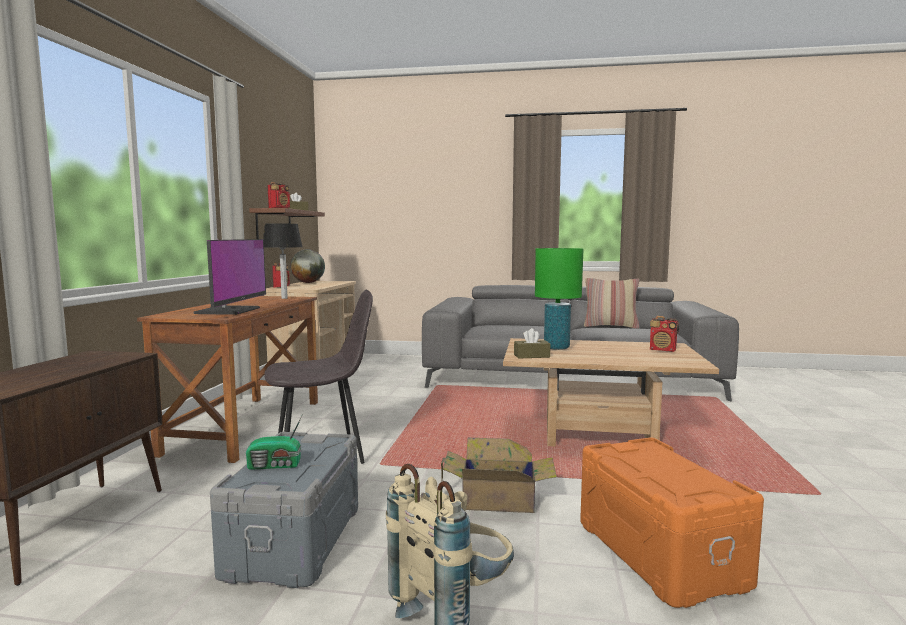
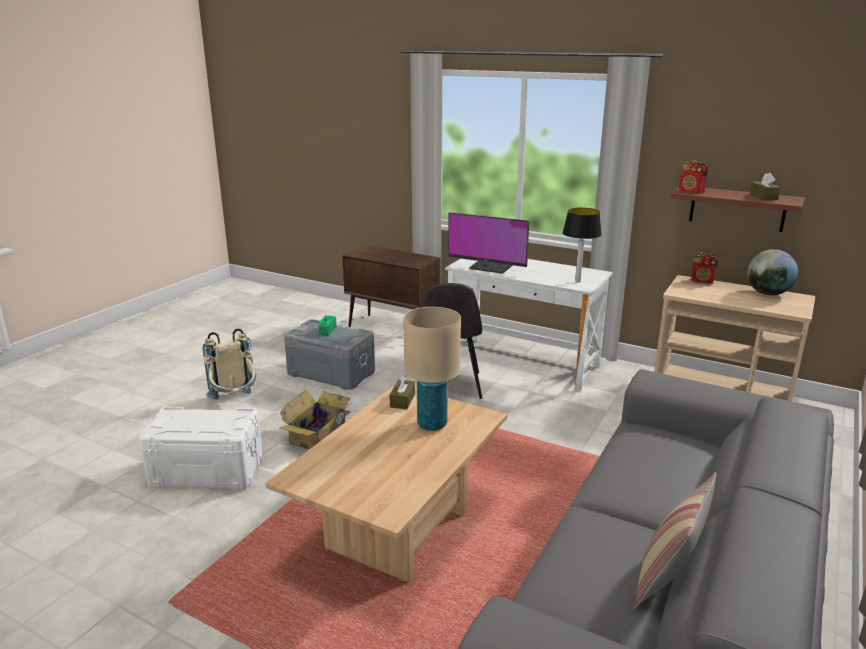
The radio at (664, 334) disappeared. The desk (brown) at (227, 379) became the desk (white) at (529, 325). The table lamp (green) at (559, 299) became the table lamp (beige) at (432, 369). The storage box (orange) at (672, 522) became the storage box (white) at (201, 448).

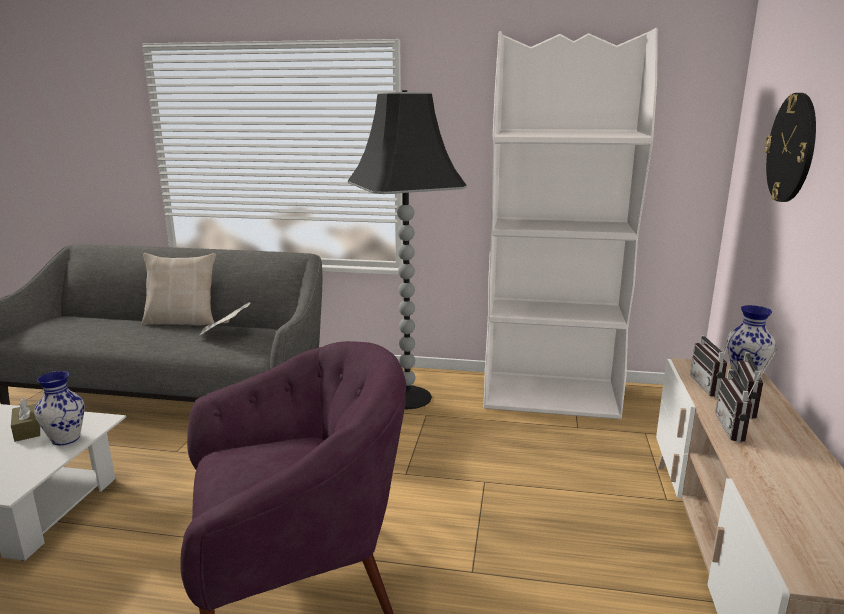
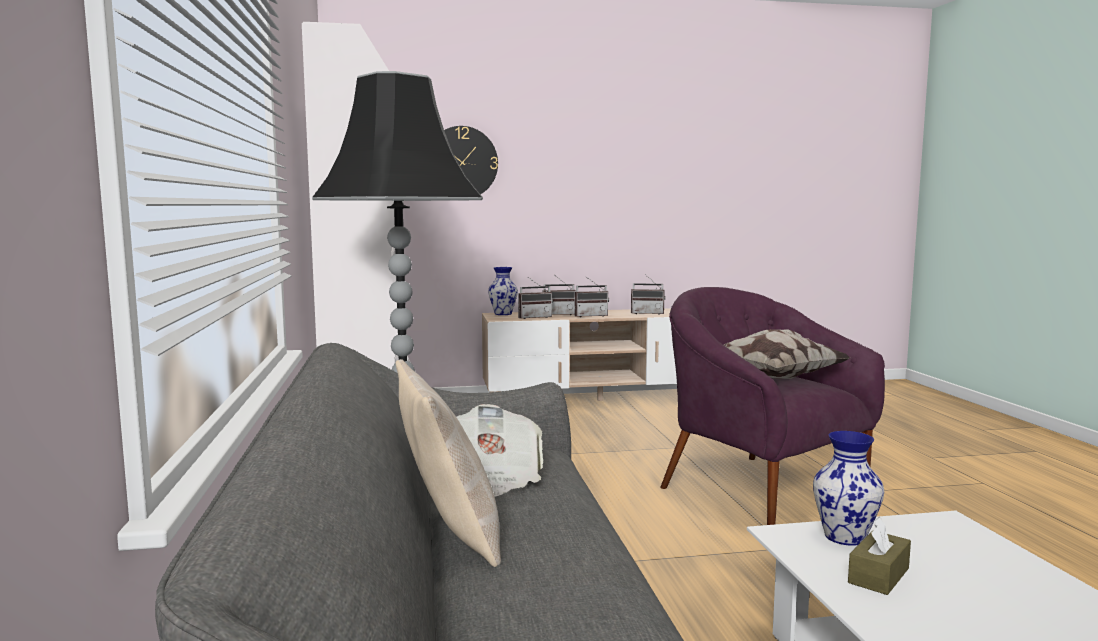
The radio at (648, 294) appeared. The pillow at (787, 354) appeared.

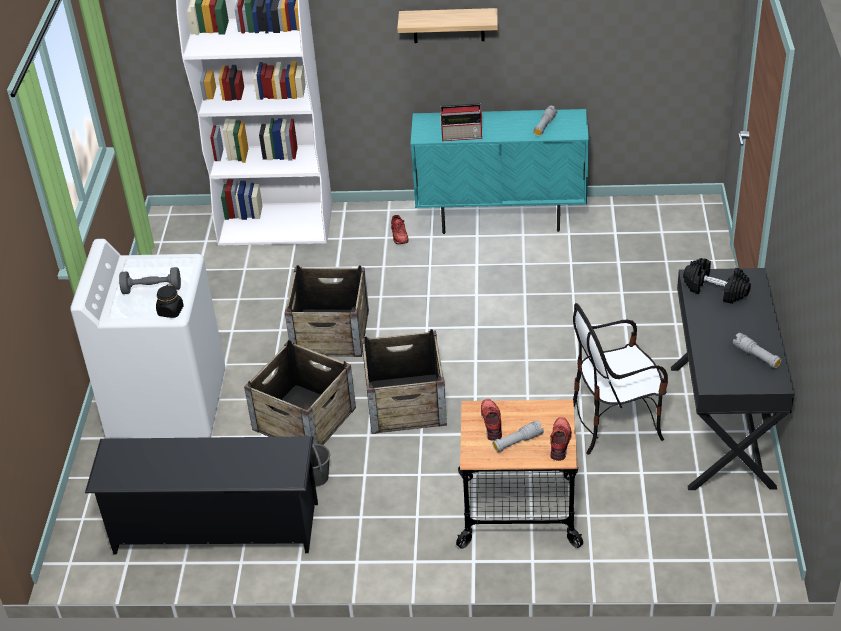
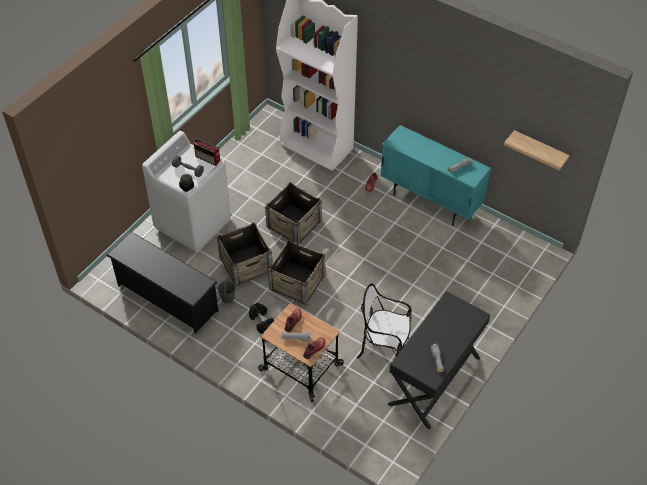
The shelf moved from (447, 25) to (537, 150). The radio moved from (462, 122) to (207, 152). The dumbbell (black) moved from (717, 281) to (261, 318).

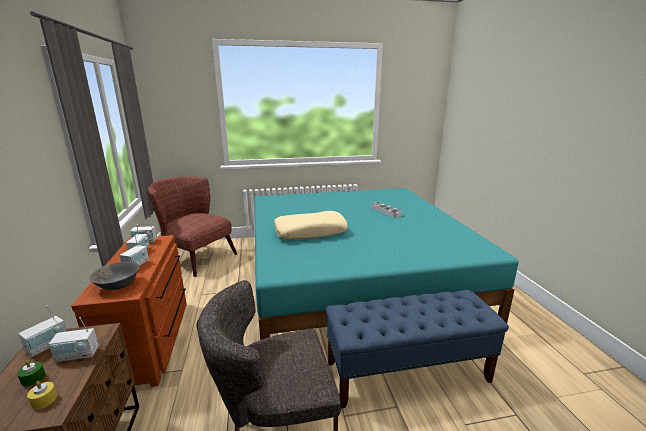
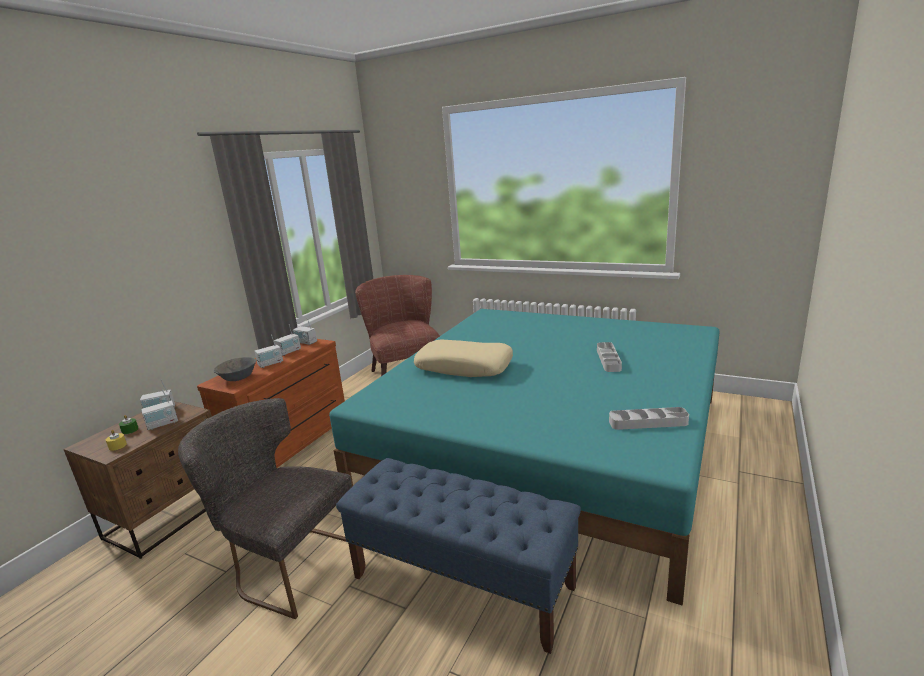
The tray (grey) at (649, 418) appeared. The radio at (74, 339) turned 60 degrees counterclockwise.

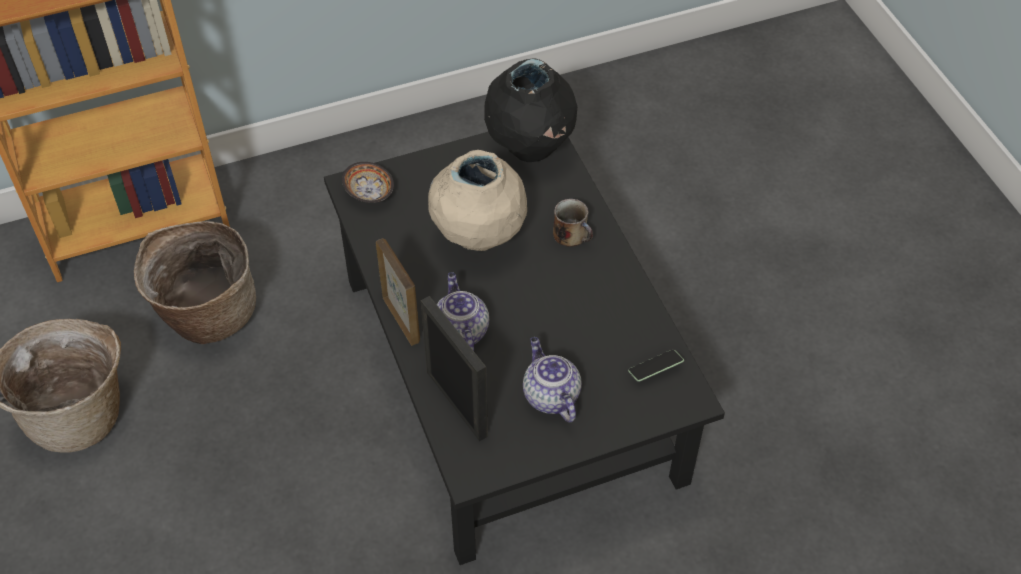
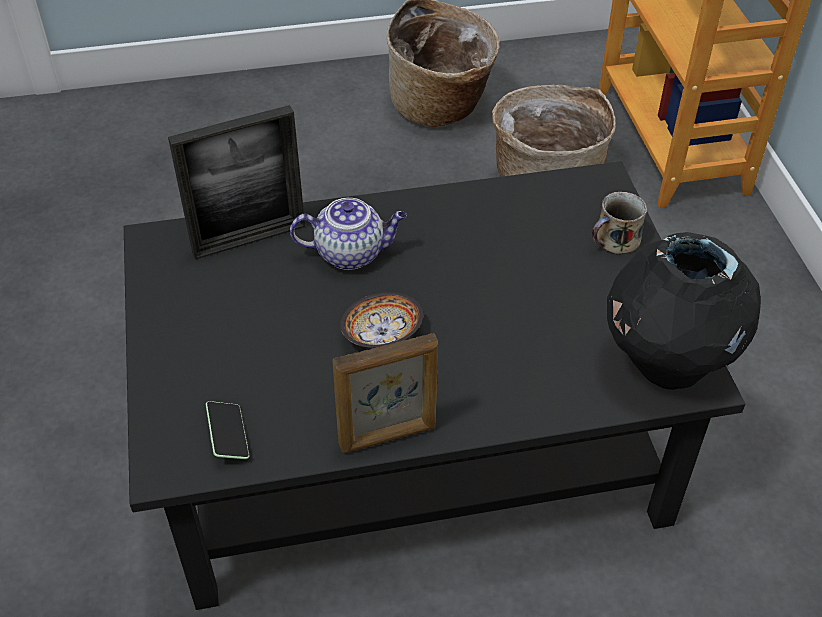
The vase (beige) at (477, 200) disappeared. The teapot at (552, 379) disappeared. The bowl moved from (368, 182) to (381, 320). The picture frame moved from (398, 292) to (385, 393). The mug moved from (573, 223) to (619, 223).

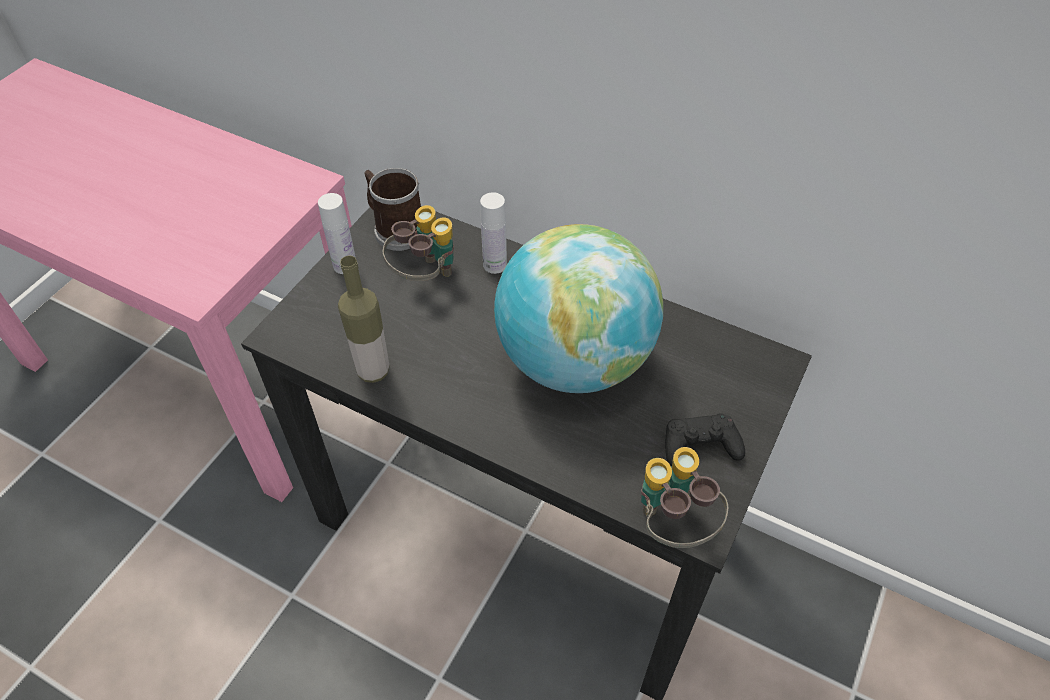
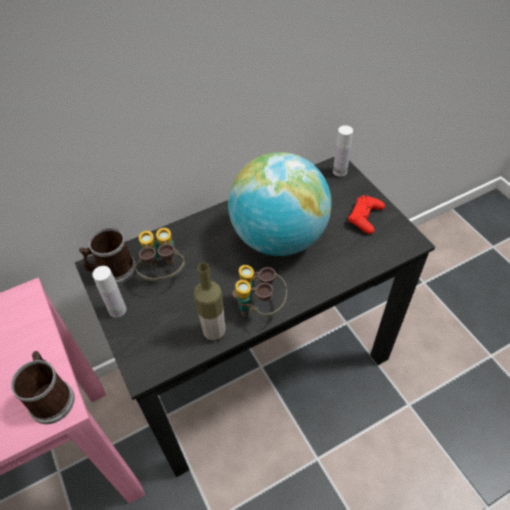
The mug at (43, 387) appeared. The bottle (white) moved from (493, 233) to (343, 151). The binoculars moved from (684, 497) to (259, 291). The game controller (black) at (705, 439) became the game controller (red) at (366, 214).

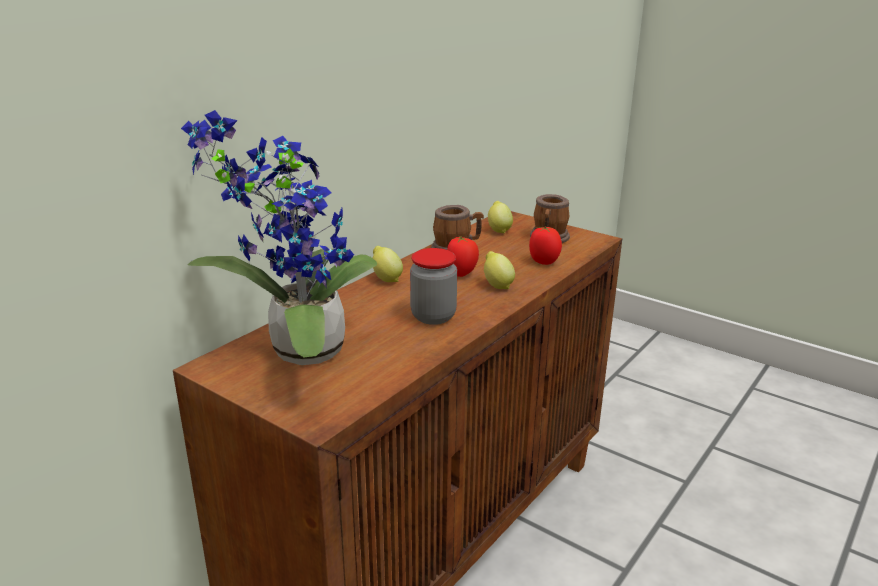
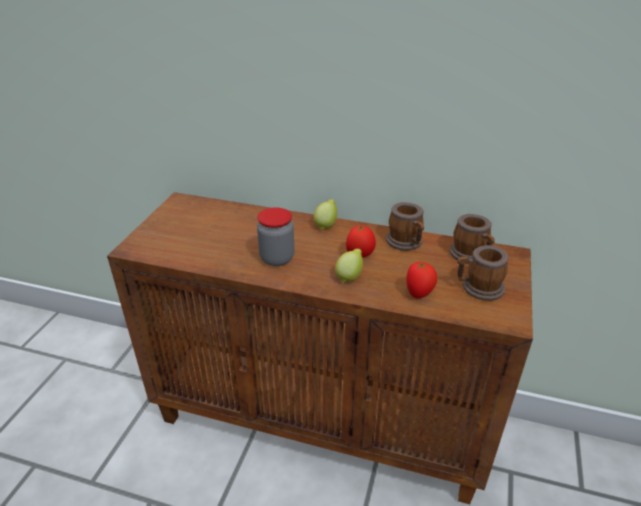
The potted plant at (279, 237) disappeared. The lemon at (500, 217) was replaced by the mug at (472, 239).

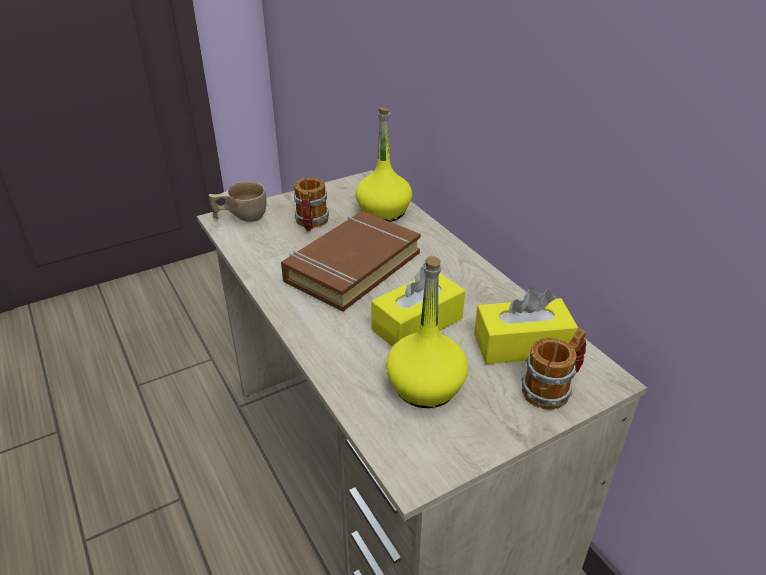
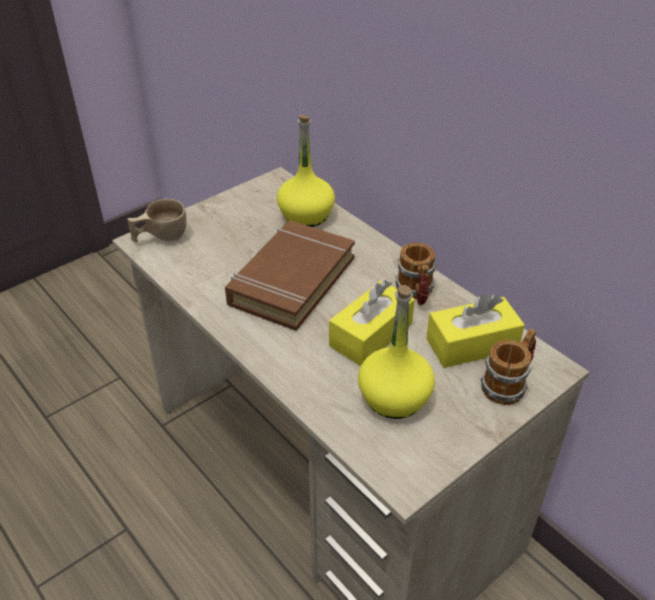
The mug moved from (311, 205) to (416, 274).

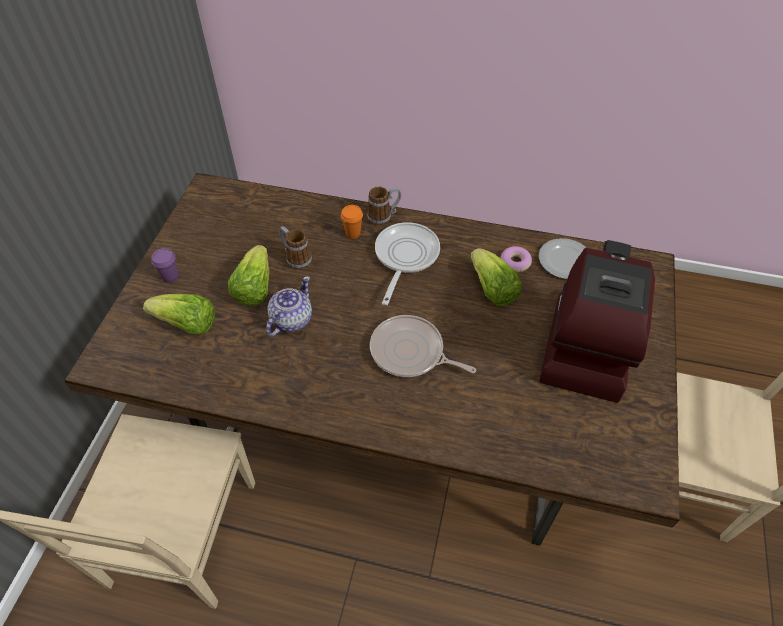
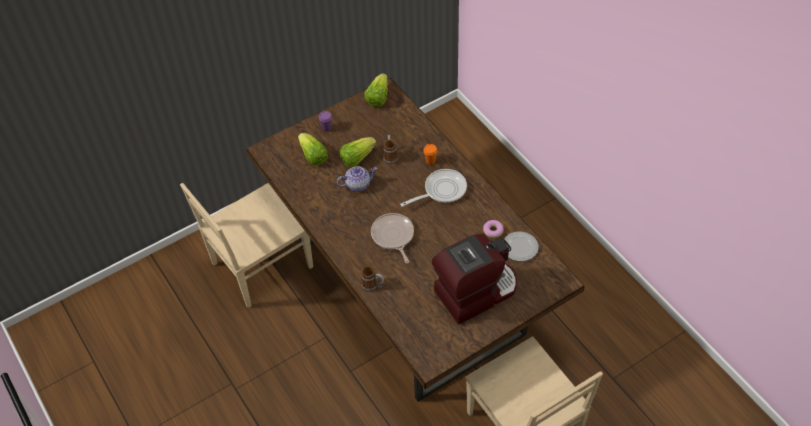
The mug moved from (384, 205) to (372, 279). The lettuce moved from (496, 277) to (376, 90).

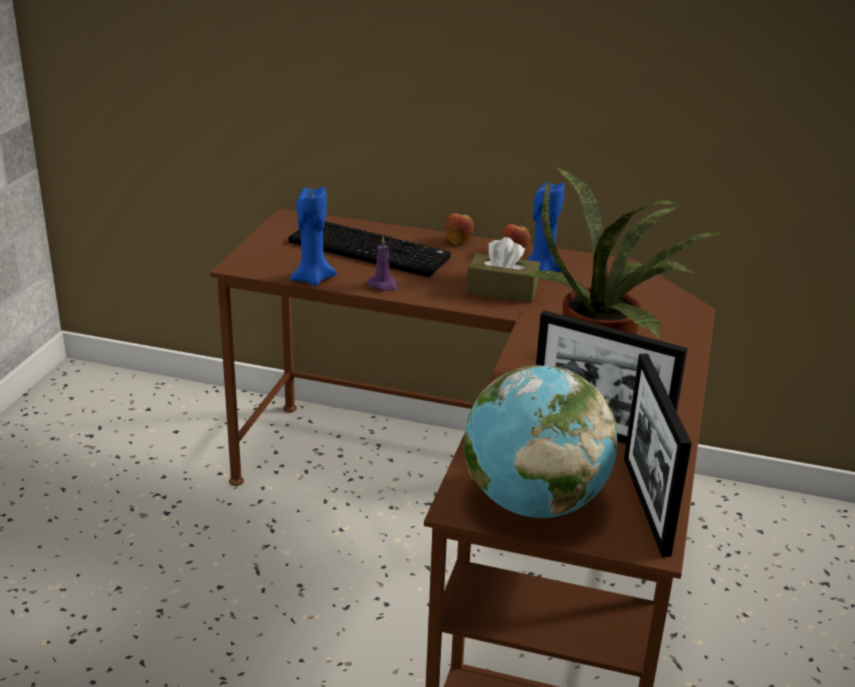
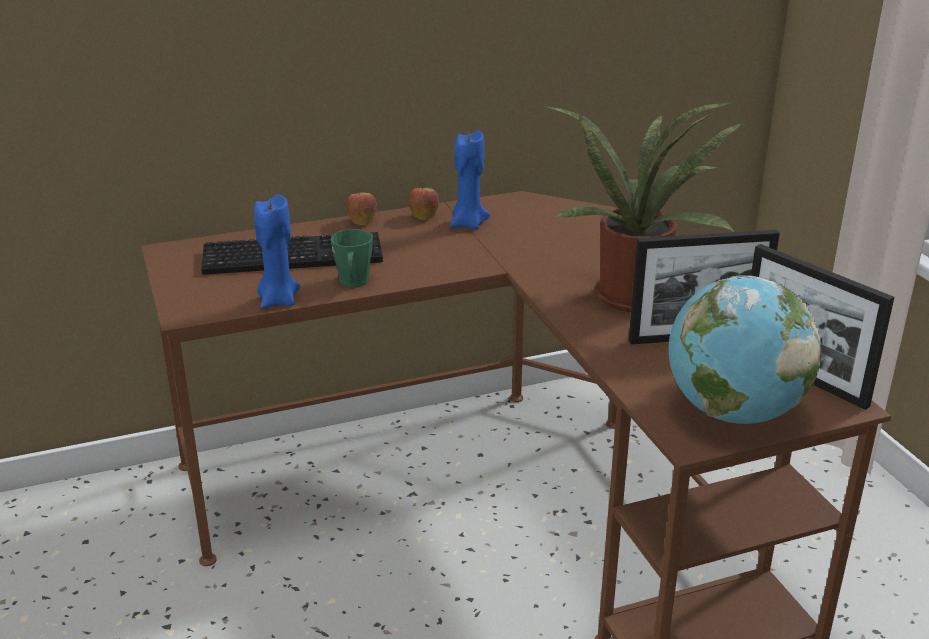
The tissue box (brown) at (503, 269) disappeared. The candle (purple) at (382, 263) was replaced by the mug (green) at (352, 258).

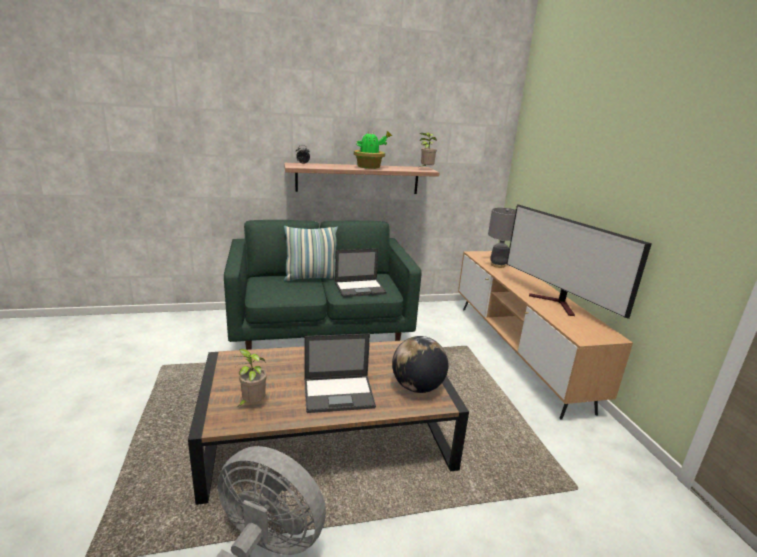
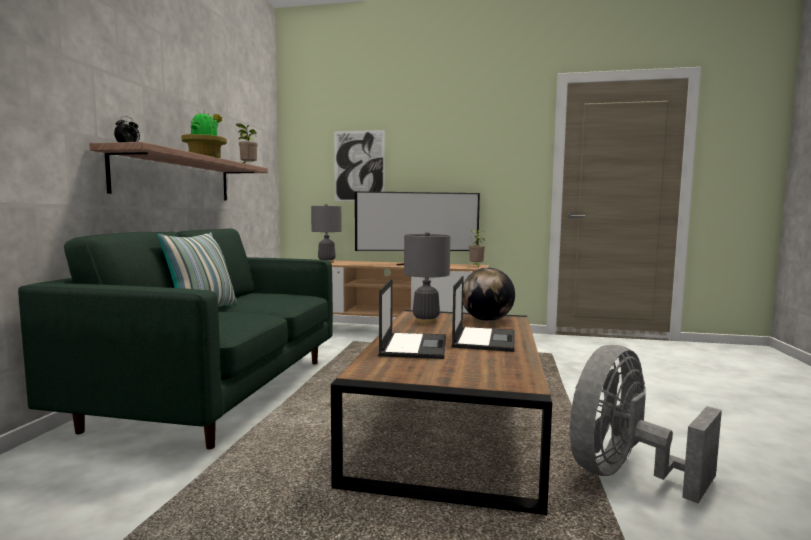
The picture at (359, 165) appeared. The table lamp (grey) at (427, 277) appeared. The potted plant moved from (251, 377) to (477, 248). The laptop moved from (361, 272) to (412, 319).

